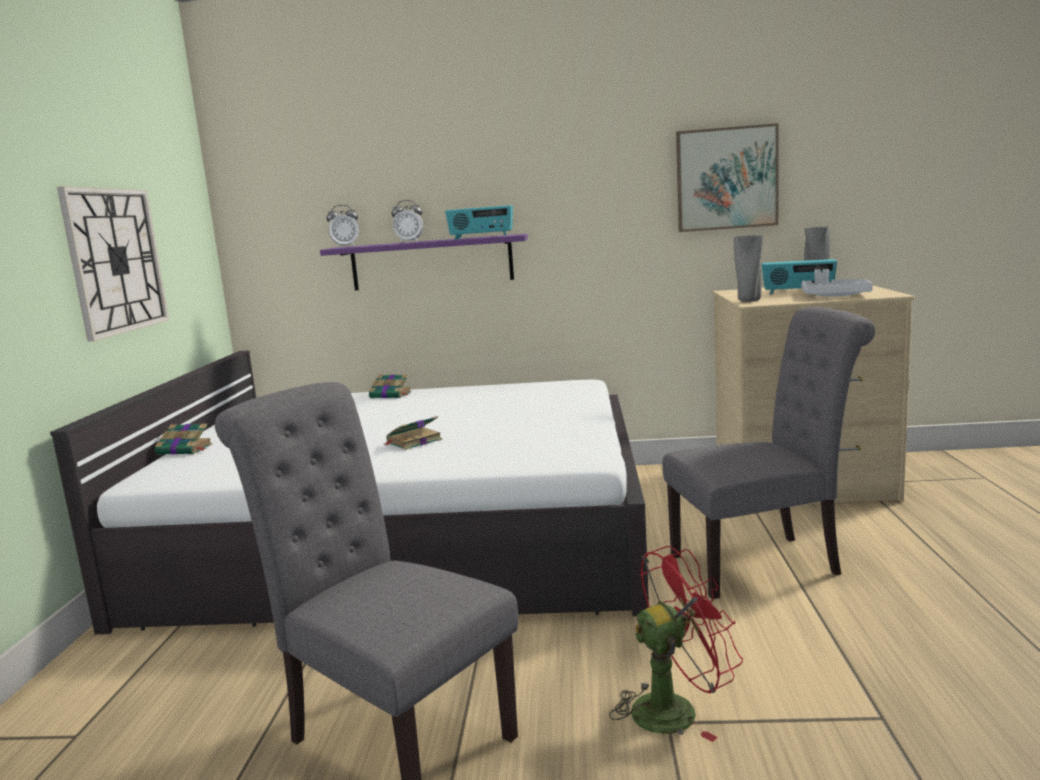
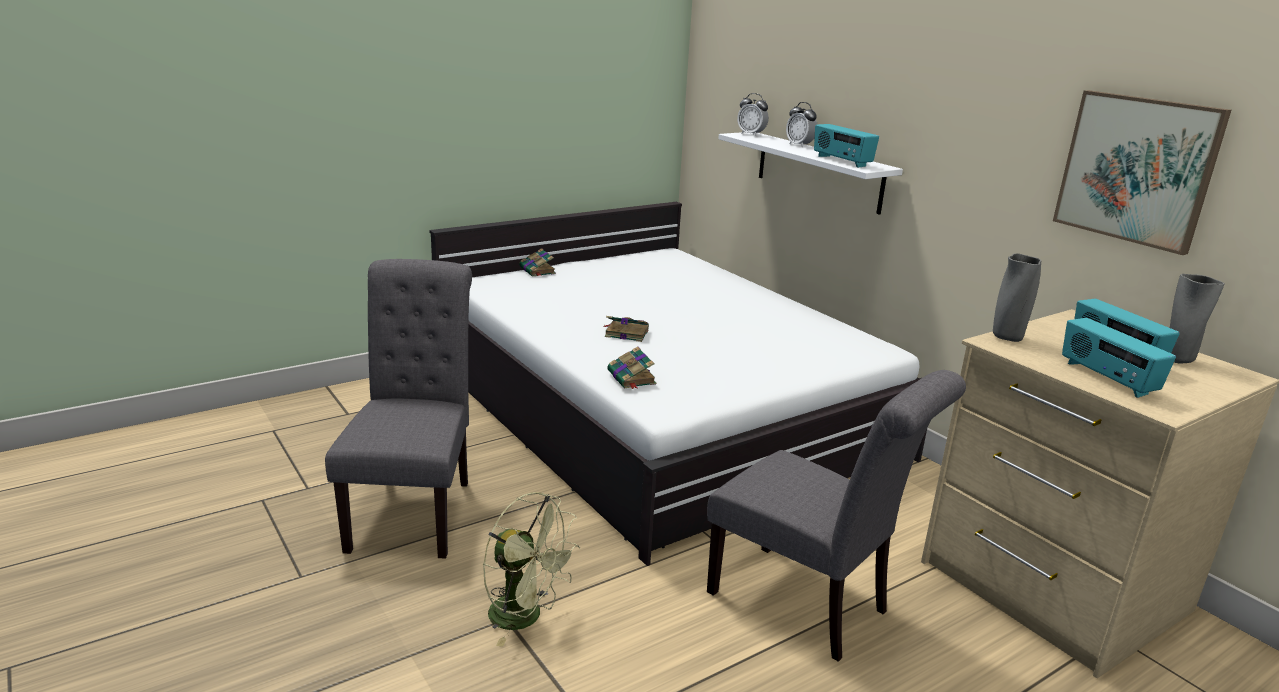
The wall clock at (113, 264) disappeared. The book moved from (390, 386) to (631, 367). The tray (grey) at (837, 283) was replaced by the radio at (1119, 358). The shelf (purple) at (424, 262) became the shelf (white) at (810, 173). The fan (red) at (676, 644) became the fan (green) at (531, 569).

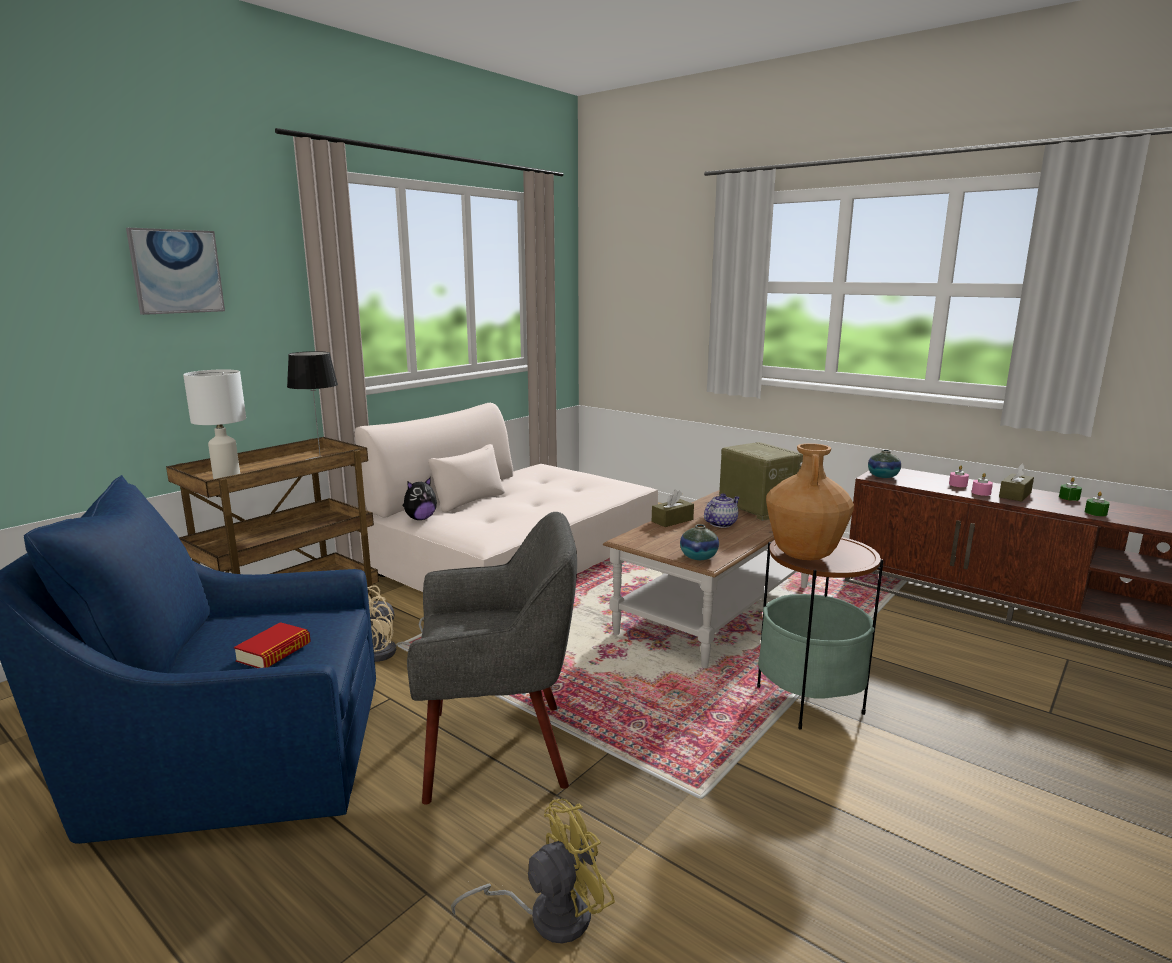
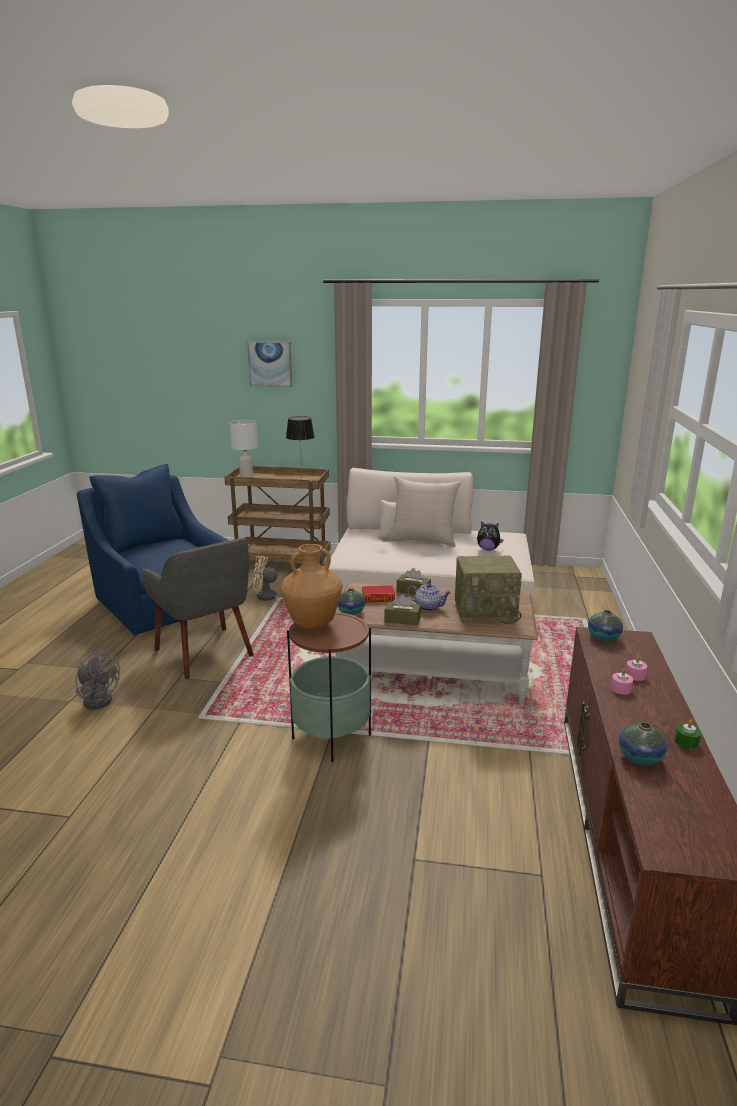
The pillow (beige) at (424, 511) appeared. The book moved from (272, 645) to (378, 594). The plush toy moved from (420, 498) to (490, 536). The tissue box (brown) moved from (1016, 482) to (402, 609). The candle (green) at (1097, 504) was replaced by the vase at (643, 743). The fan (yellow) at (533, 871) became the fan (grey) at (98, 680). The radio at (761, 481) turned 60 degrees clockwise.

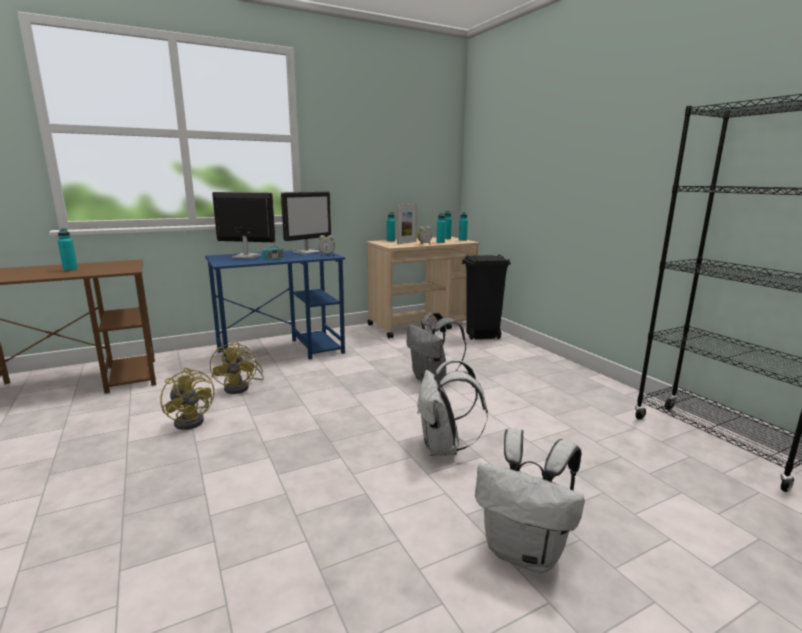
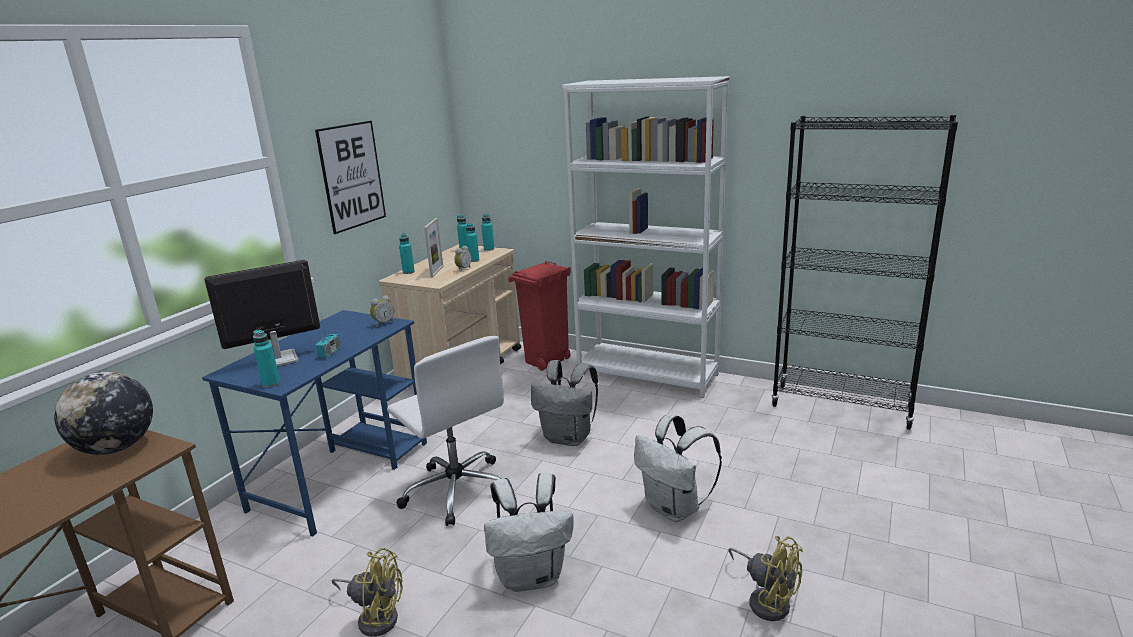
The monitor at (306, 223) disappeared. The globe at (103, 413) appeared. The picture at (350, 177) appeared. The office chair (white) at (445, 431) appeared. The bookcase (white) at (646, 237) appeared. The bottle (turquoise) moved from (68, 249) to (266, 359). The fan (yellow) moved from (237, 367) to (765, 578). The backpack (white) moved from (530, 500) to (529, 532). The trash can (black) at (486, 297) became the trash can (red) at (539, 316).

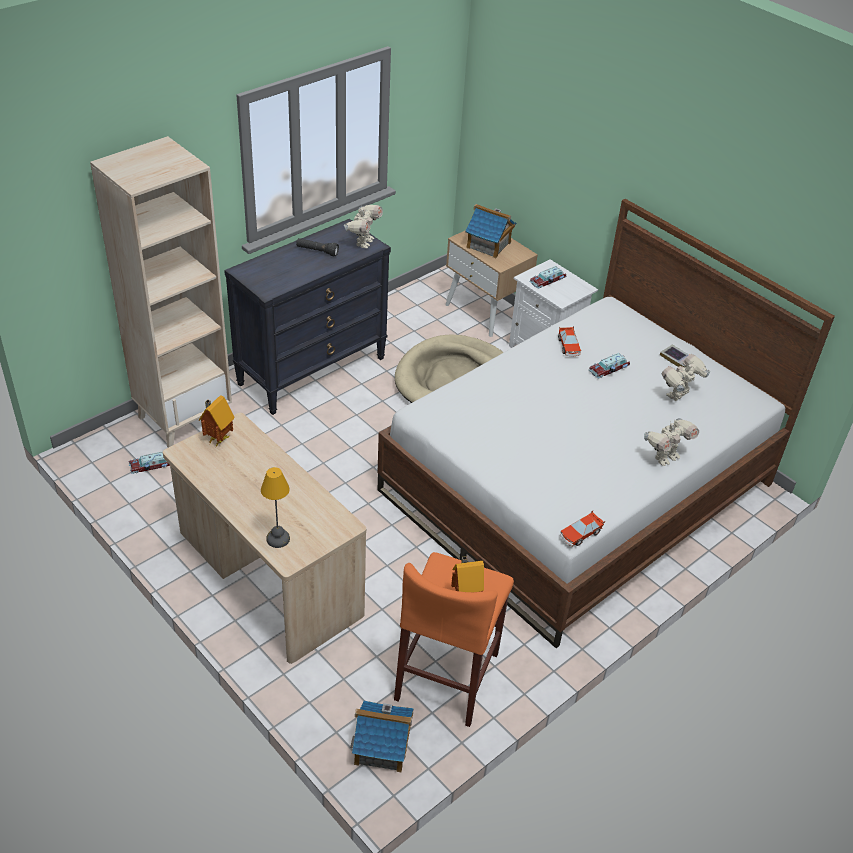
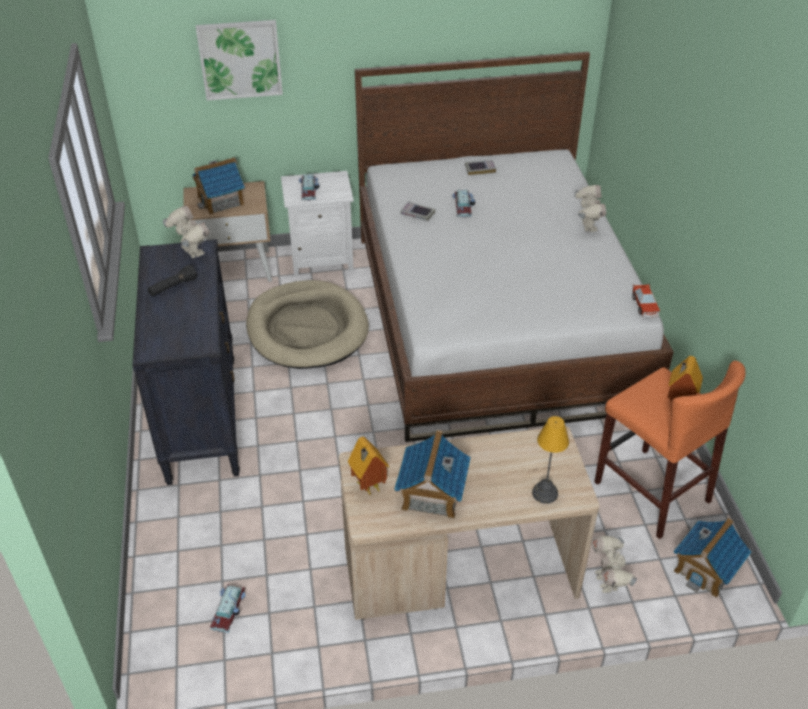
The bookcase (beige) at (161, 291) disappeared. The picture at (239, 60) appeared. The toy house at (432, 474) appeared. The toy robot moved from (686, 377) to (614, 564). The toy car at (569, 341) was replaced by the book at (418, 211).

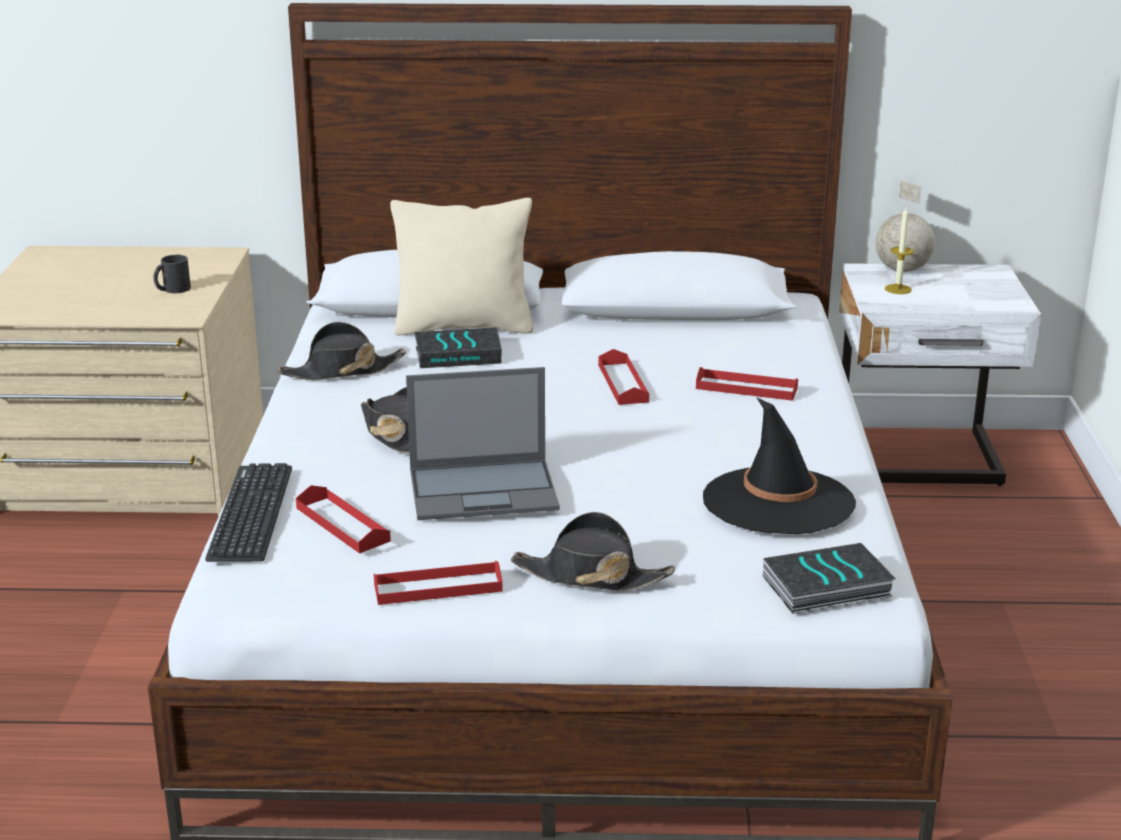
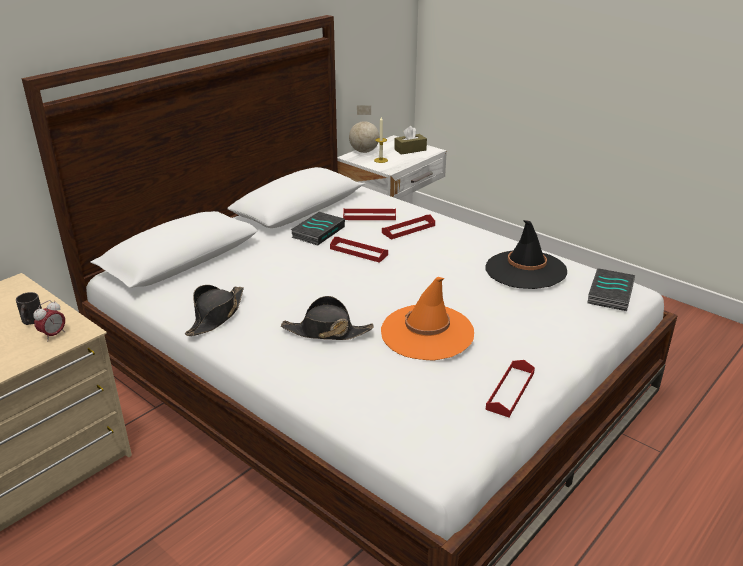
The keyboard at (248, 512) disappeared. The pillow (beige) at (461, 267) disappeared. The hat (black) at (593, 551) disappeared. The alarm clock at (49, 320) appeared. The tissue box (brown) at (410, 140) appeared. The tray (red) moved from (343, 519) to (369, 214). The book moved from (458, 347) to (318, 229). The laptop at (483, 443) was replaced by the hat (orange) at (427, 319).

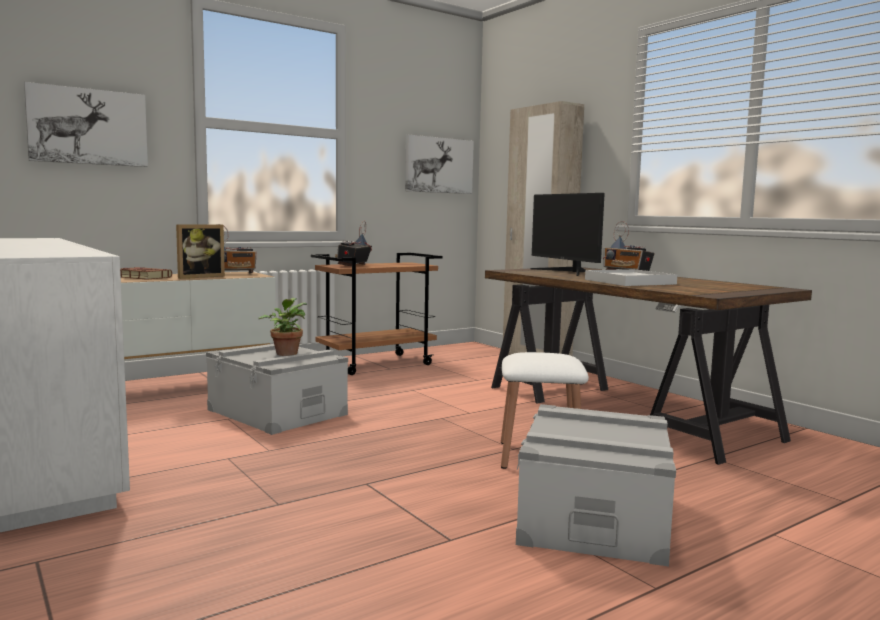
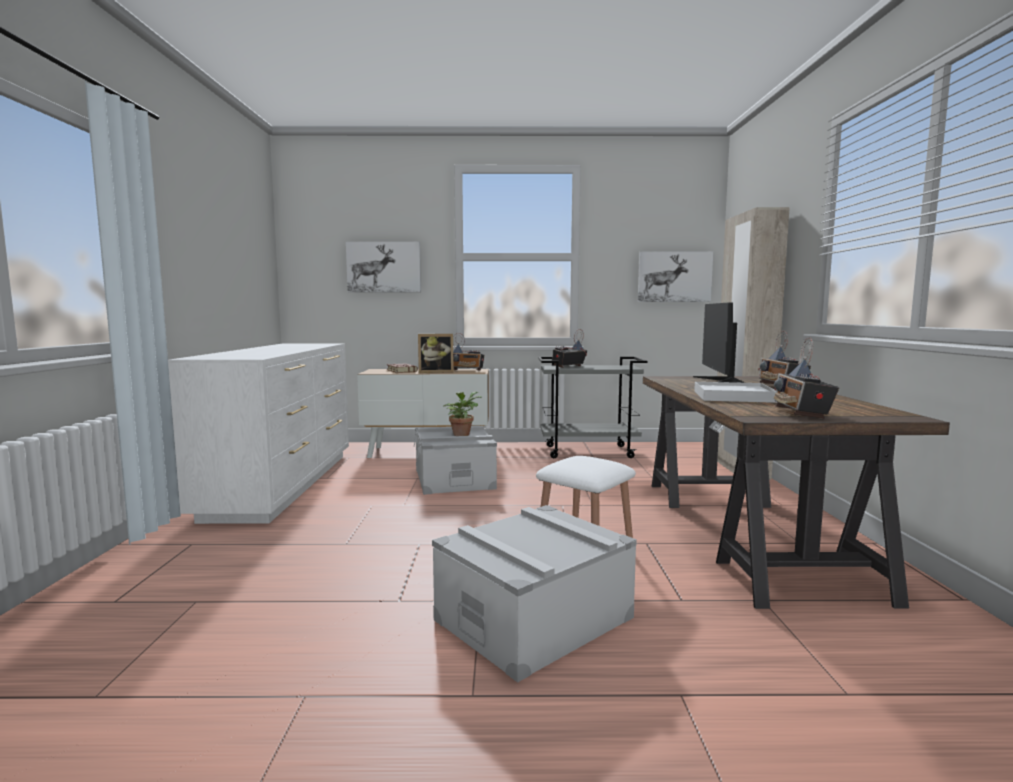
The radio at (806, 378) appeared. The cart (brown) at (377, 314) became the cart (grey) at (592, 407).

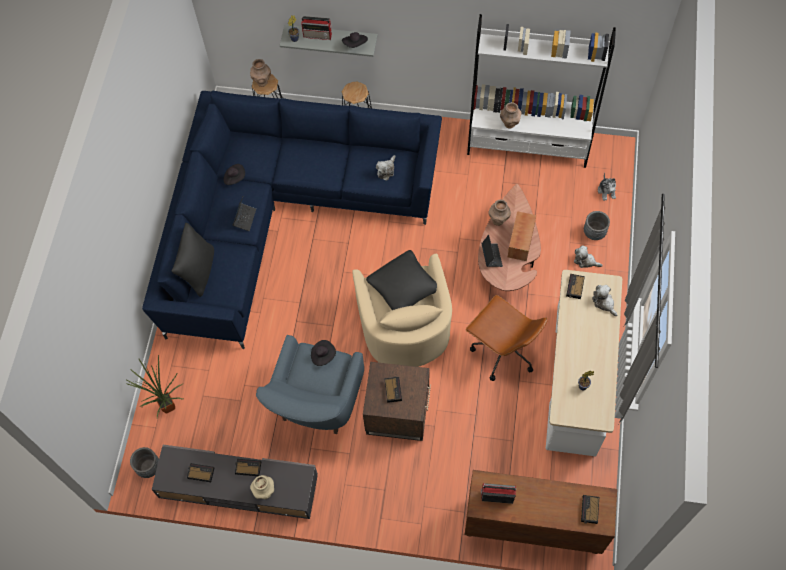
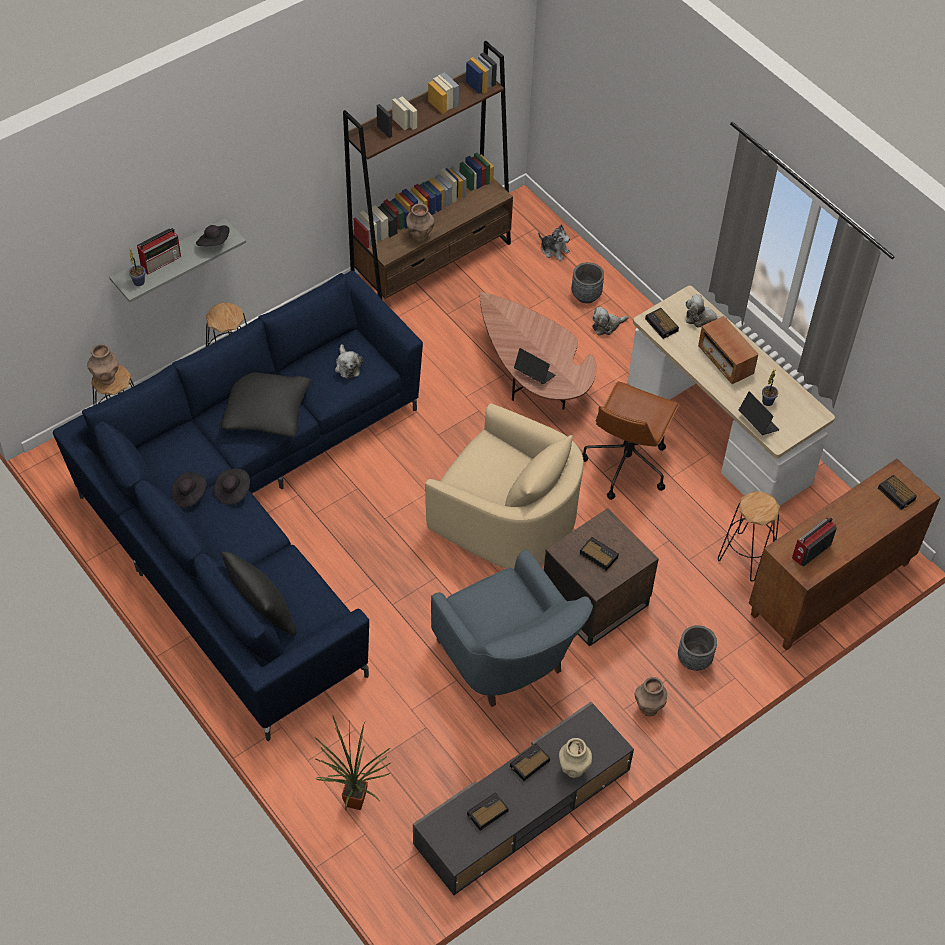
The stool (black) at (749, 536) appeared. The planter (grey) moved from (144, 462) to (697, 648). The laptop moved from (244, 214) to (759, 413). The hat (black) moved from (323, 353) to (232, 487). The pillow (black) moved from (401, 280) to (266, 404). The vase (brown) moved from (499, 213) to (651, 696). The radio moved from (522, 236) to (728, 350). The bookcase (white) at (541, 91) became the bookcase (brown) at (428, 170). The office chair (brown) at (506, 338) turned 120 degrees clockwise.

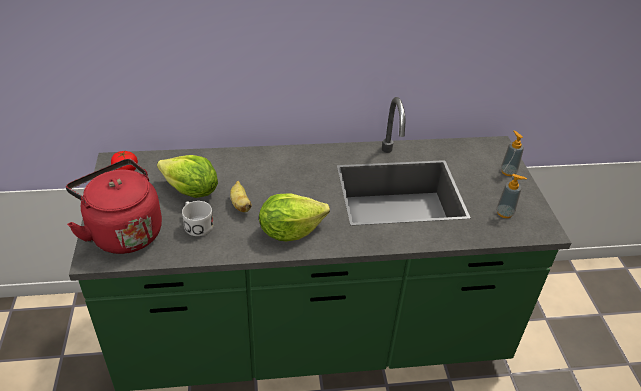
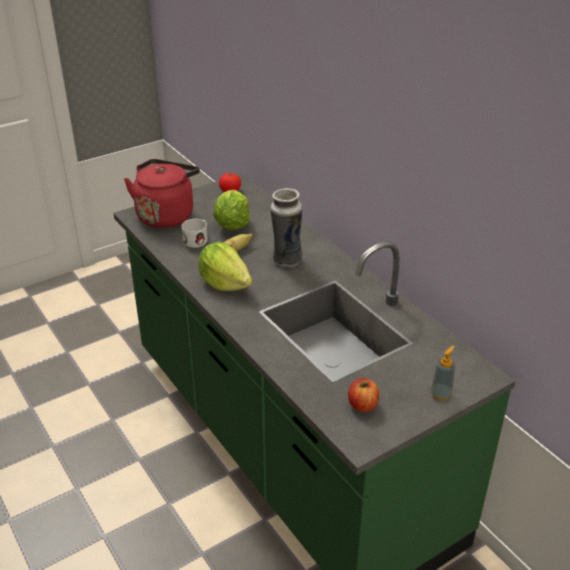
The vase at (286, 228) appeared. The soap dispenser at (511, 196) was replaced by the apple at (363, 395).

